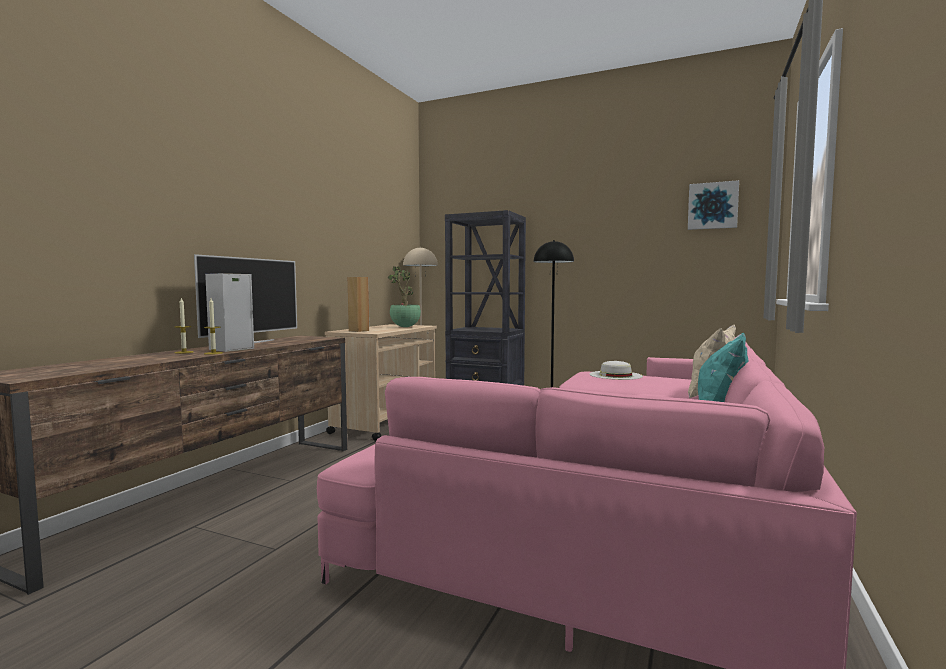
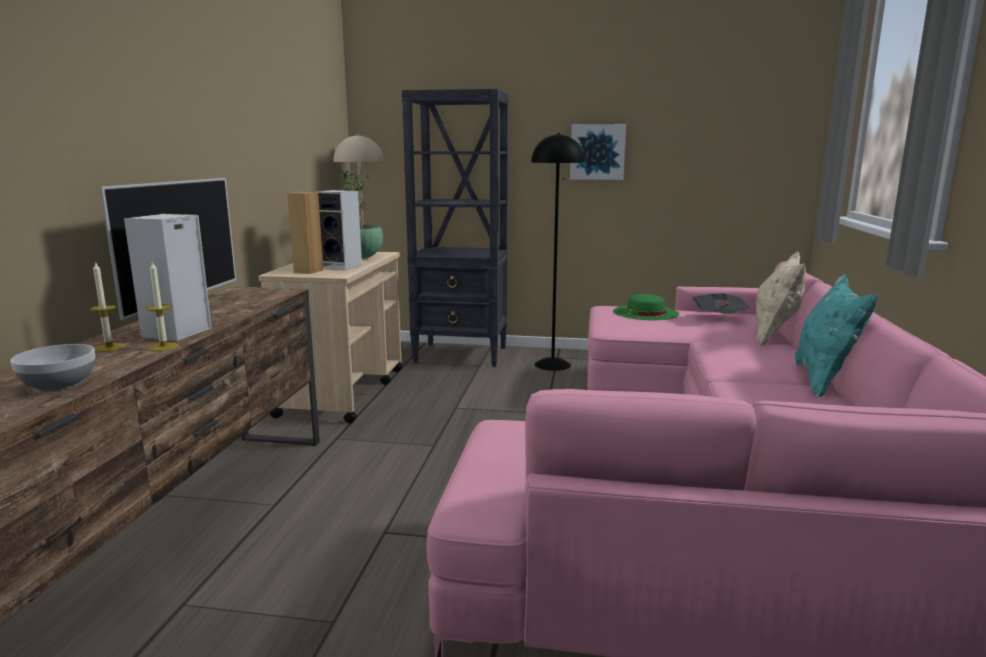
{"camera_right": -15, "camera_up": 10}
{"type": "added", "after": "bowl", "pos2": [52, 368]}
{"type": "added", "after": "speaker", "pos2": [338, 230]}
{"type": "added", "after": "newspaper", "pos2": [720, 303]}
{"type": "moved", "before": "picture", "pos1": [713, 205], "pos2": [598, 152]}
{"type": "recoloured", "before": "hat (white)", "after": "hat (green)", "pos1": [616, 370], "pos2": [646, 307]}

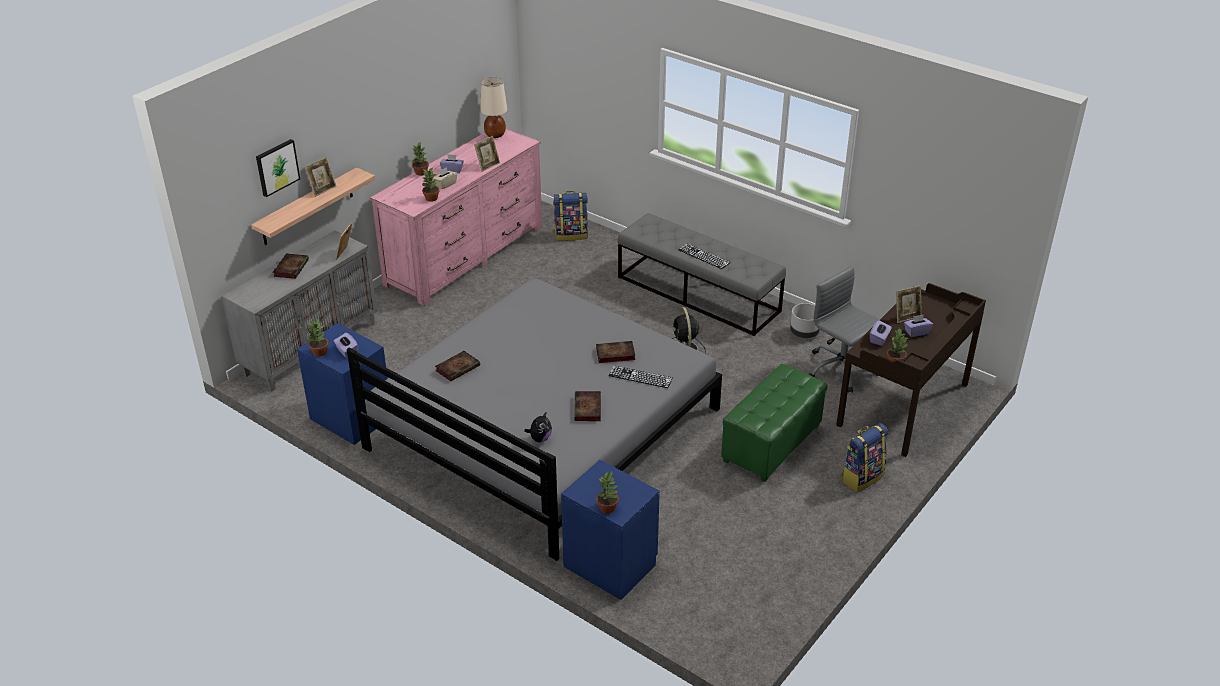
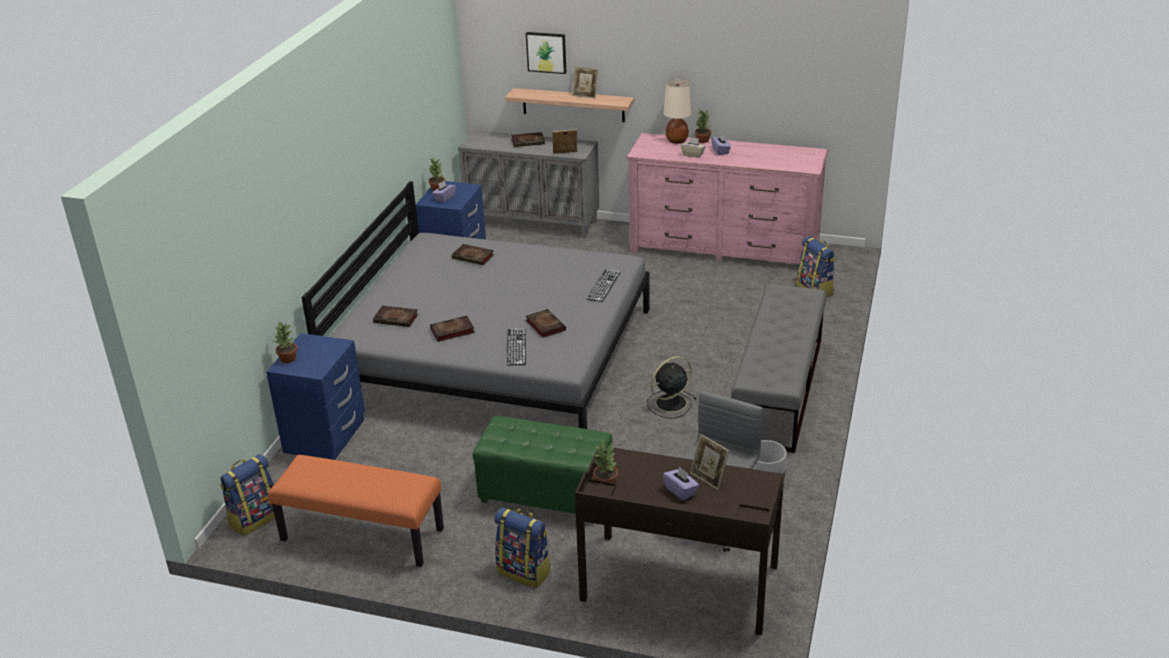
{"camera_right": 70, "camera_up": -5}
{"type": "removed", "before": "potted plant", "pos1": [430, 185]}
{"type": "removed", "before": "picture frame", "pos1": [487, 154]}
{"type": "removed", "before": "tissue box (purple)", "pos1": [881, 333]}
{"type": "added", "after": "backpack", "pos2": [247, 495]}
{"type": "added", "after": "bench (orange)", "pos2": [356, 511]}
{"type": "moved", "before": "table lamp (beige)", "pos1": [494, 107], "pos2": [677, 111]}
{"type": "moved", "before": "keyboard", "pos1": [704, 256], "pos2": [603, 286]}
{"type": "replaced", "before": "plush toy", "after": "book", "pos1": [538, 427], "pos2": [395, 316]}

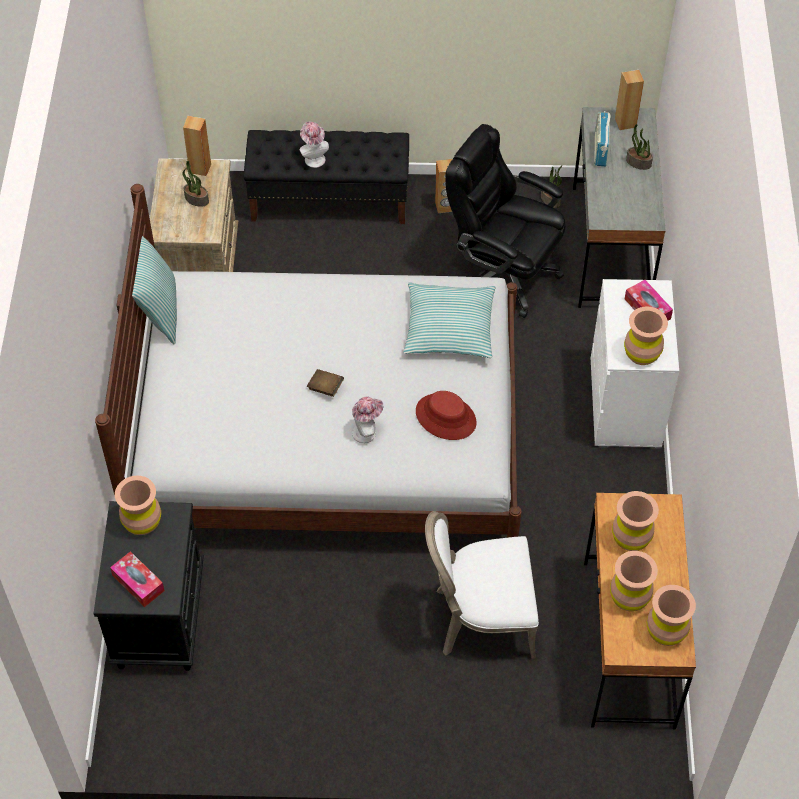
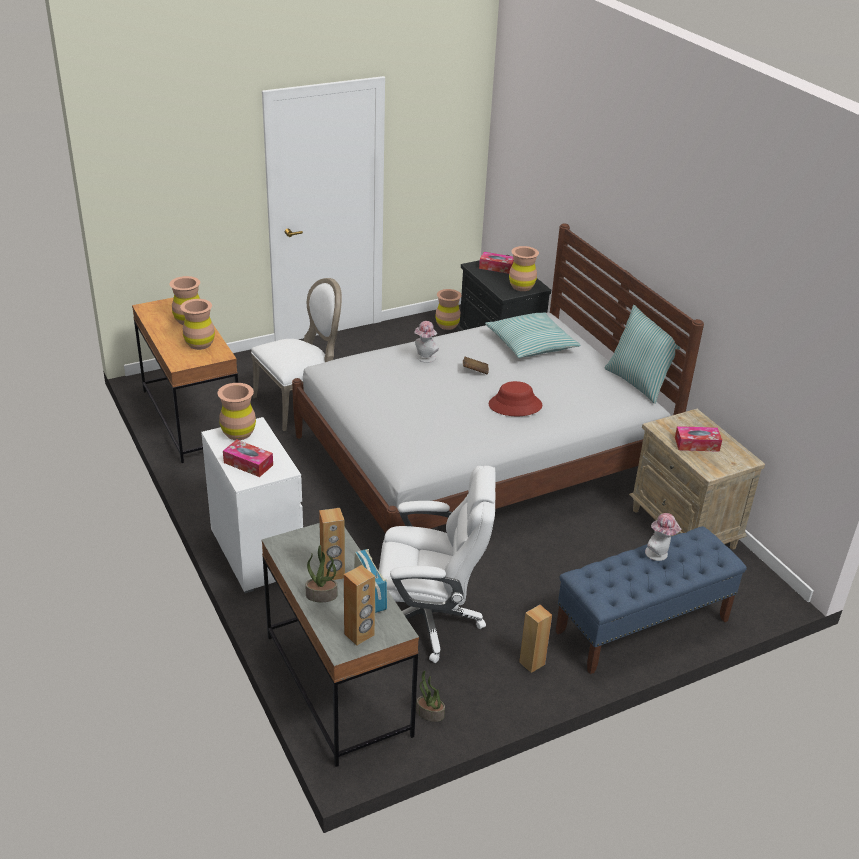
{"camera_right": 150, "camera_up": -20}
{"type": "moved", "before": "speaker (brown)", "pos1": [197, 146], "pos2": [332, 544]}
{"type": "moved", "before": "pillow", "pos1": [449, 320], "pos2": [533, 335]}
{"type": "moved", "before": "hat (red)", "pos1": [446, 415], "pos2": [515, 398]}
{"type": "moved", "before": "vase (brown)", "pos1": [671, 615], "pos2": [448, 309]}
{"type": "replaced", "before": "potted plant", "after": "tissue box", "pos1": [195, 184], "pos2": [698, 439]}
{"type": "recoloured", "before": "bench (black)", "after": "bench (blue)", "pos1": [326, 177], "pos2": [651, 600]}
{"type": "recoloured", "before": "office chair (black)", "after": "office chair (white)", "pos1": [505, 221], "pos2": [437, 564]}

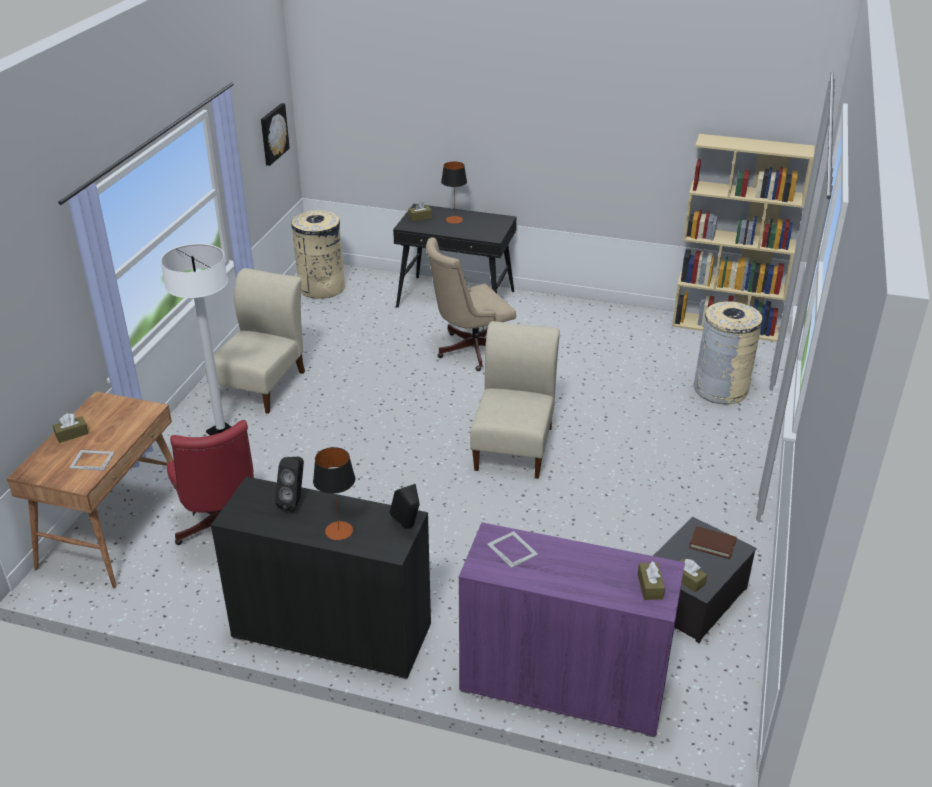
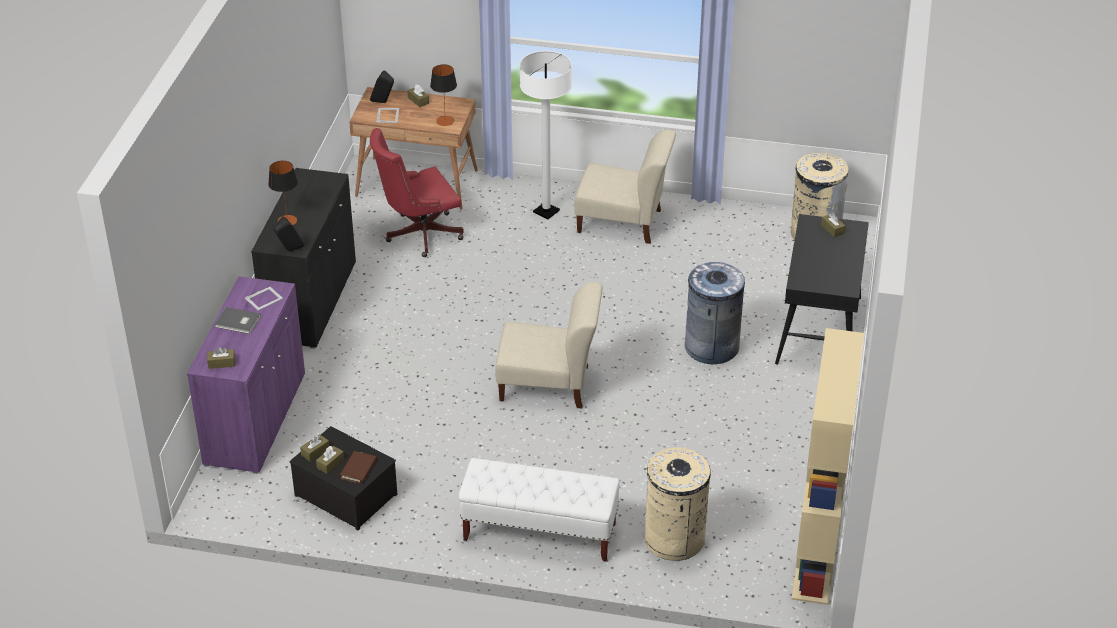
{"camera_right": 85, "camera_up": 5}
{"type": "removed", "before": "picture", "pos1": [275, 134]}
{"type": "added", "after": "book (grey)", "pos2": [238, 320]}
{"type": "added", "after": "tissue box (brown)", "pos2": [330, 460]}
{"type": "added", "after": "bench (white)", "pos2": [539, 510]}
{"type": "moved", "before": "speaker (black)", "pos1": [289, 484], "pos2": [382, 86]}
{"type": "moved", "before": "table lamp", "pos1": [454, 192], "pos2": [443, 95]}
{"type": "replaced", "before": "office chair (beige)", "after": "trash can (grey)", "pos1": [471, 304], "pos2": [714, 313]}

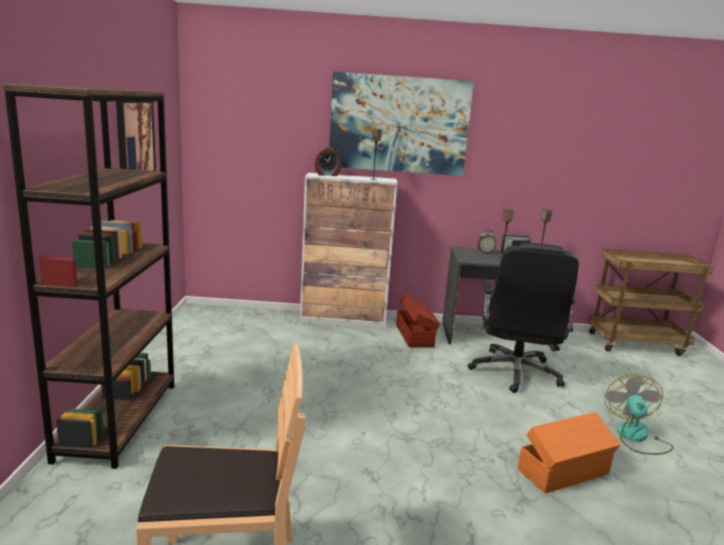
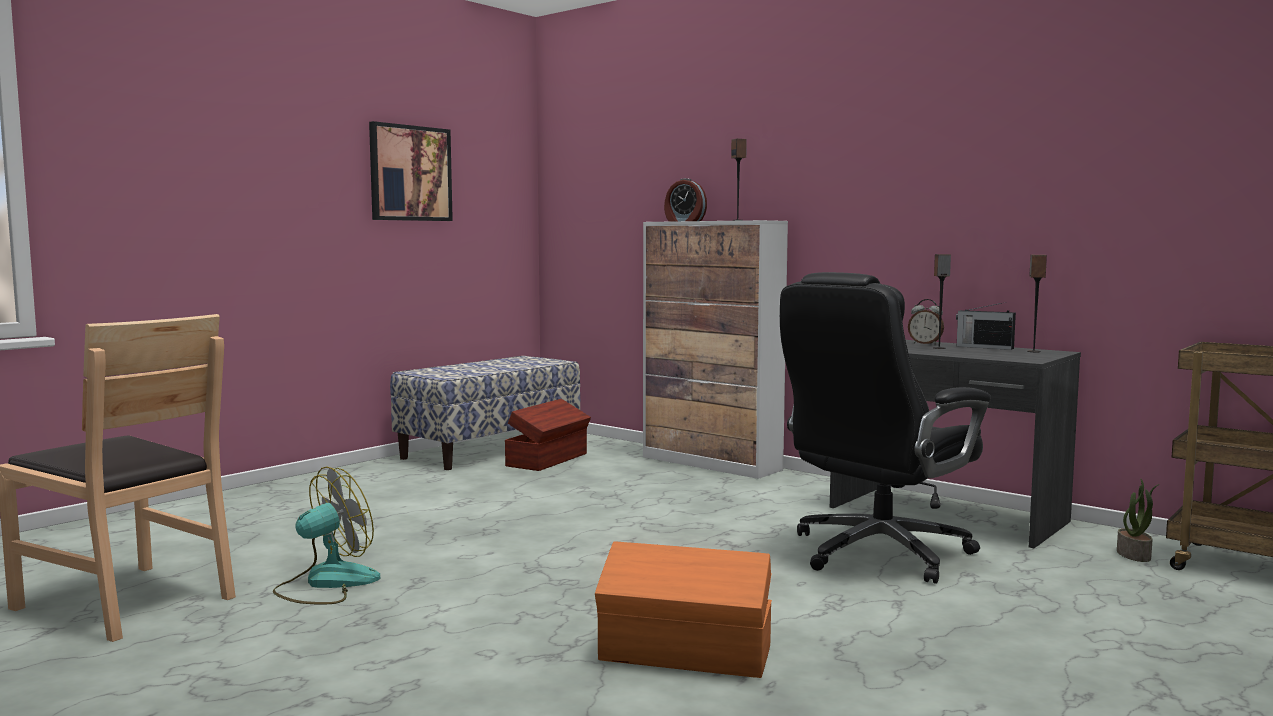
{"camera_right": 40, "camera_up": -10}
{"type": "removed", "before": "bookcase (brown)", "pos1": [88, 276]}
{"type": "removed", "before": "picture", "pos1": [401, 124]}
{"type": "added", "after": "bench", "pos2": [485, 413]}
{"type": "added", "after": "potted plant", "pos2": [1138, 520]}
{"type": "moved", "before": "storage box (brown)", "pos1": [418, 321], "pos2": [548, 435]}
{"type": "moved", "before": "fan", "pos1": [639, 414], "pos2": [326, 535]}

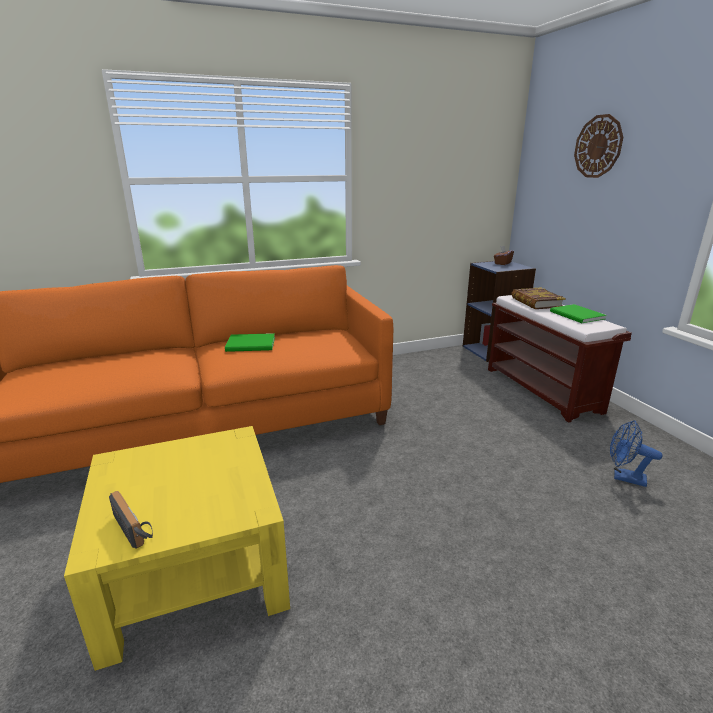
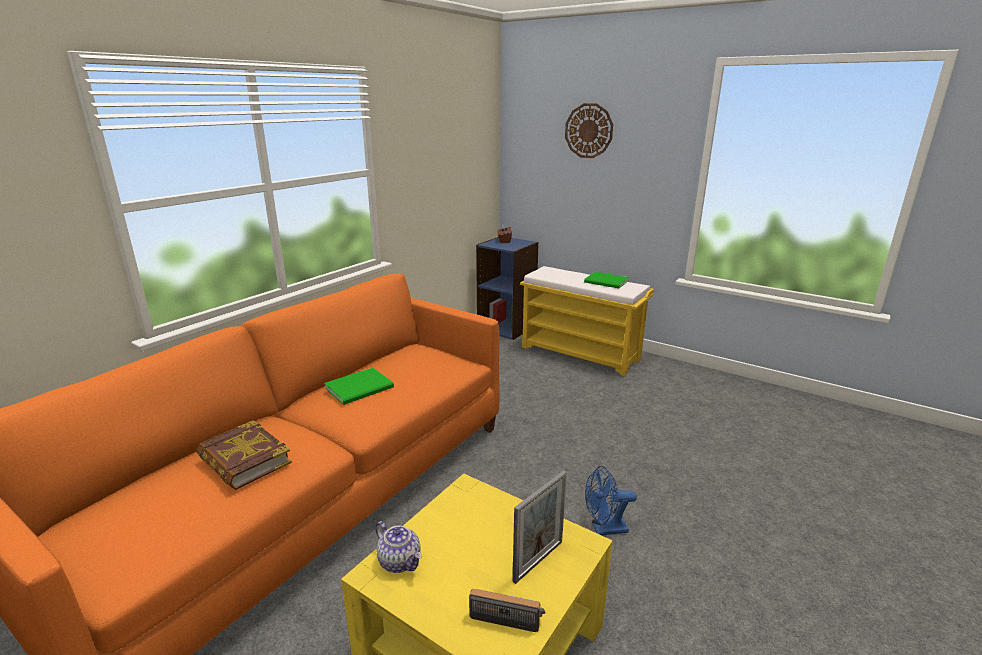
{"camera_right": -35, "camera_up": 0}
{"type": "added", "after": "teapot", "pos2": [398, 547]}
{"type": "added", "after": "picture frame", "pos2": [540, 527]}
{"type": "moved", "before": "book", "pos1": [538, 298], "pos2": [244, 455]}
{"type": "moved", "before": "fan (blue)", "pos1": [636, 453], "pos2": [611, 500]}
{"type": "recoloured", "before": "bench (brown)", "after": "bench (yellow)", "pos1": [560, 358], "pos2": [587, 321]}

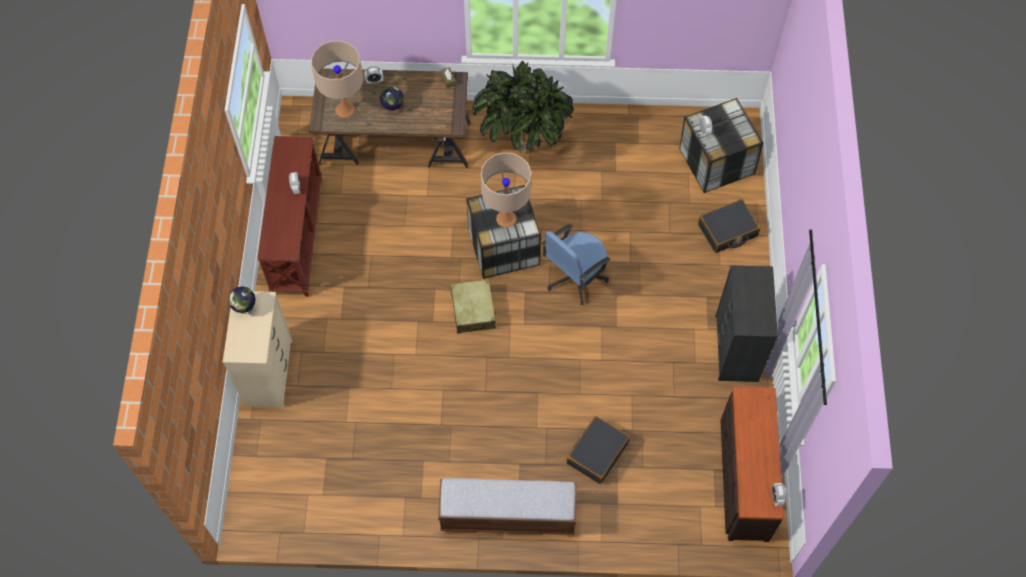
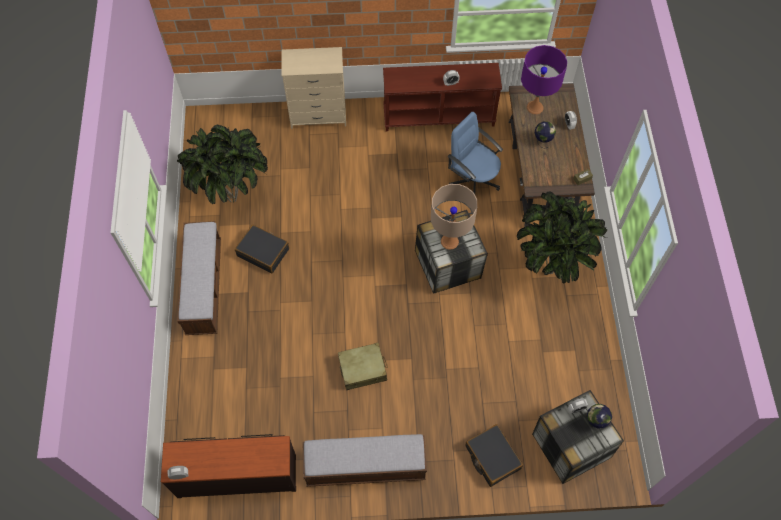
{"camera_right": 85, "camera_up": 0}
{"type": "added", "after": "potted plant", "pos2": [222, 164]}
{"type": "moved", "before": "globe", "pos1": [242, 300], "pos2": [599, 416]}
{"type": "moved", "before": "suitcase (beige)", "pos1": [473, 306], "pos2": [363, 366]}
{"type": "moved", "before": "office chair (blue)", "pos1": [576, 264], "pos2": [475, 153]}
{"type": "moved", "before": "suitcase (black)", "pos1": [598, 450], "pos2": [262, 249]}
{"type": "replaced", "before": "dresser (black)", "after": "bench", "pos1": [746, 323], "pos2": [365, 460]}
{"type": "recoloured", "before": "table lamp (beige)", "after": "table lamp (purple)", "pos1": [337, 79], "pos2": [544, 79]}

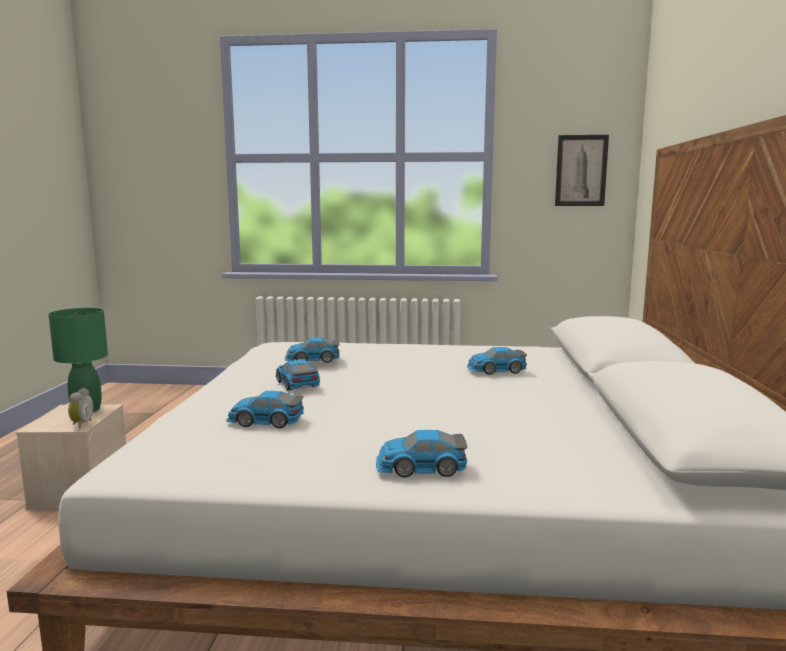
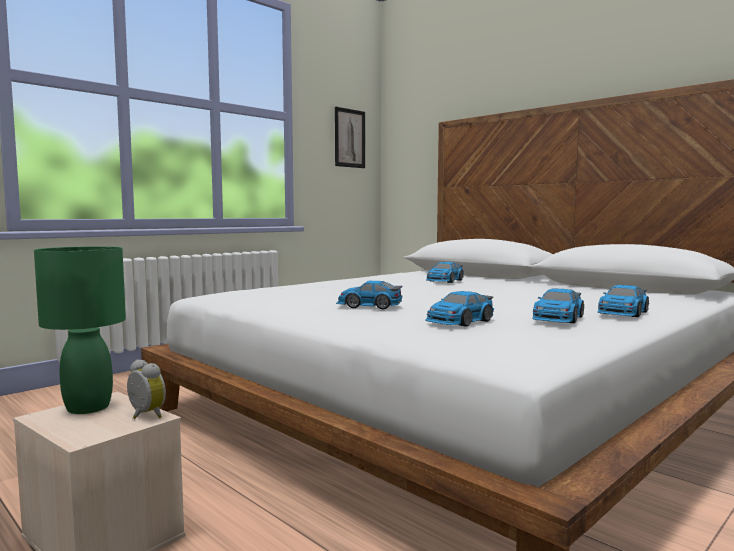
{"camera_right": -50, "camera_up": -5}
{"type": "moved", "before": "toy car", "pos1": [312, 350], "pos2": [558, 305]}

